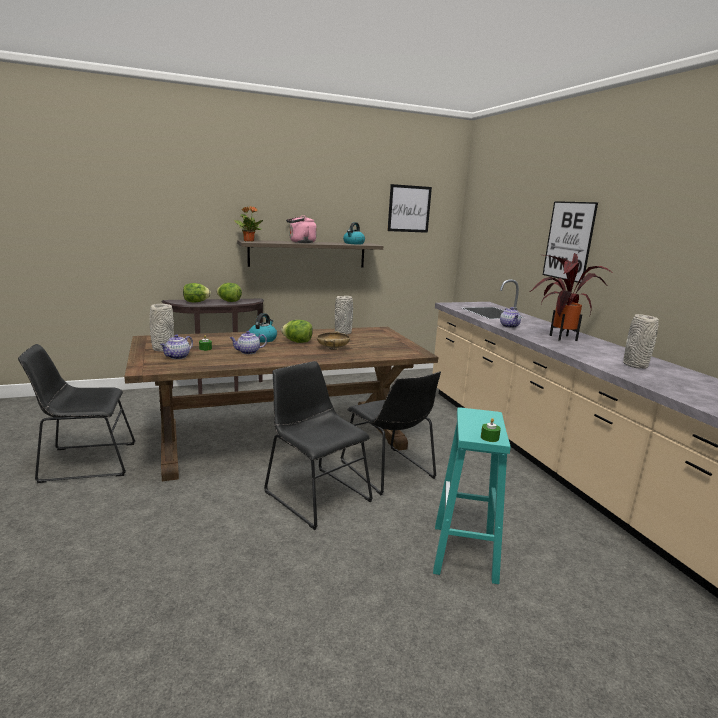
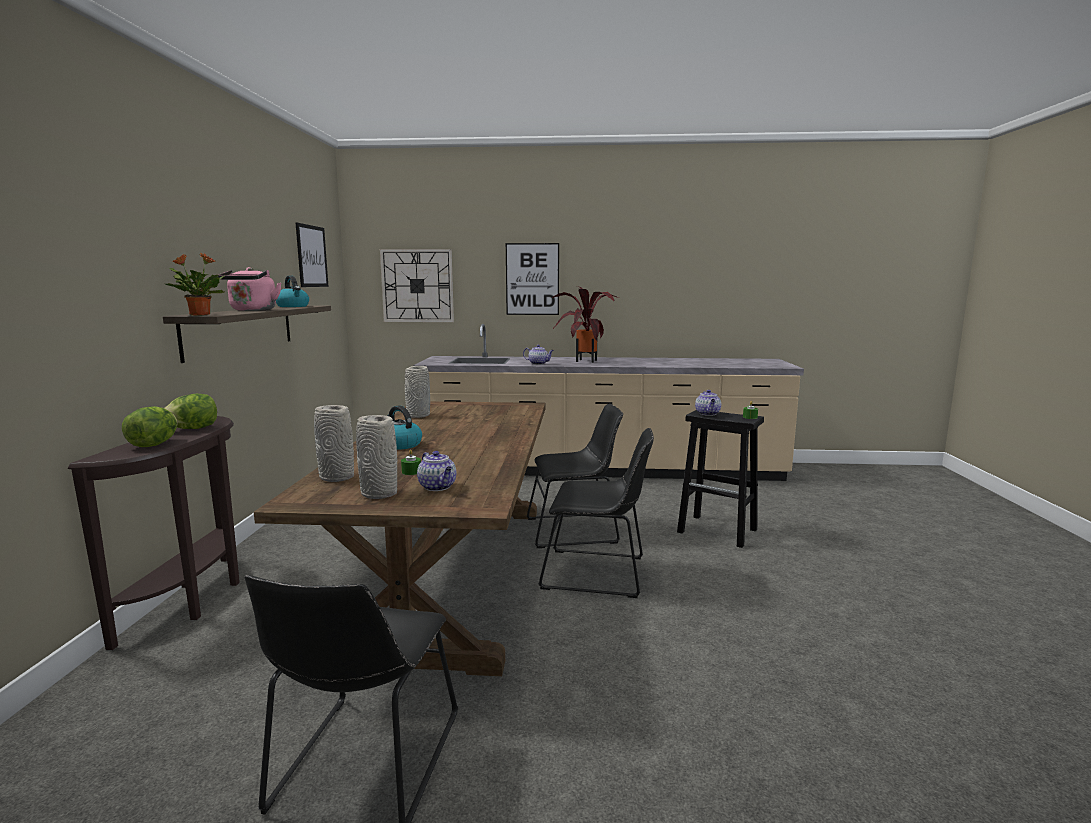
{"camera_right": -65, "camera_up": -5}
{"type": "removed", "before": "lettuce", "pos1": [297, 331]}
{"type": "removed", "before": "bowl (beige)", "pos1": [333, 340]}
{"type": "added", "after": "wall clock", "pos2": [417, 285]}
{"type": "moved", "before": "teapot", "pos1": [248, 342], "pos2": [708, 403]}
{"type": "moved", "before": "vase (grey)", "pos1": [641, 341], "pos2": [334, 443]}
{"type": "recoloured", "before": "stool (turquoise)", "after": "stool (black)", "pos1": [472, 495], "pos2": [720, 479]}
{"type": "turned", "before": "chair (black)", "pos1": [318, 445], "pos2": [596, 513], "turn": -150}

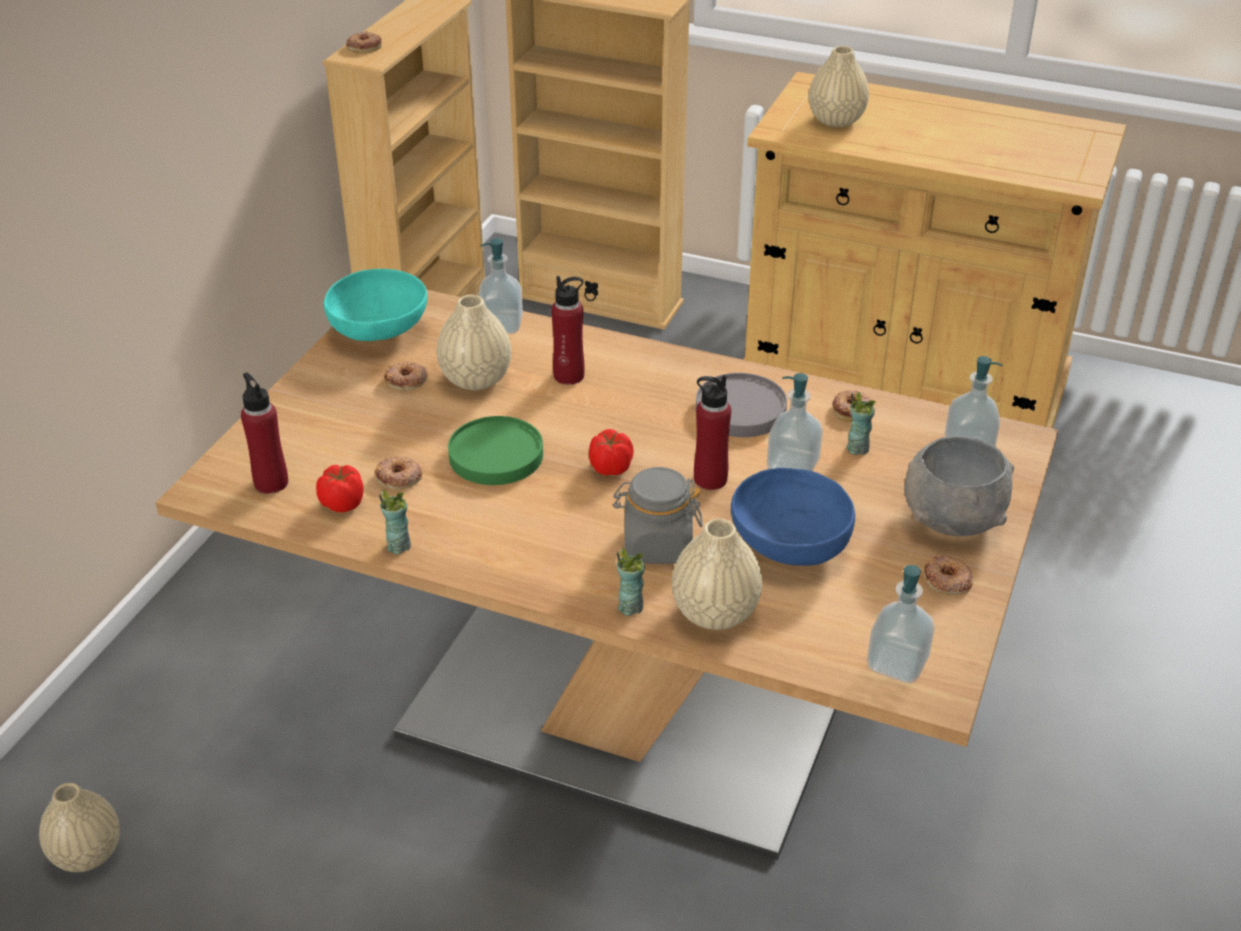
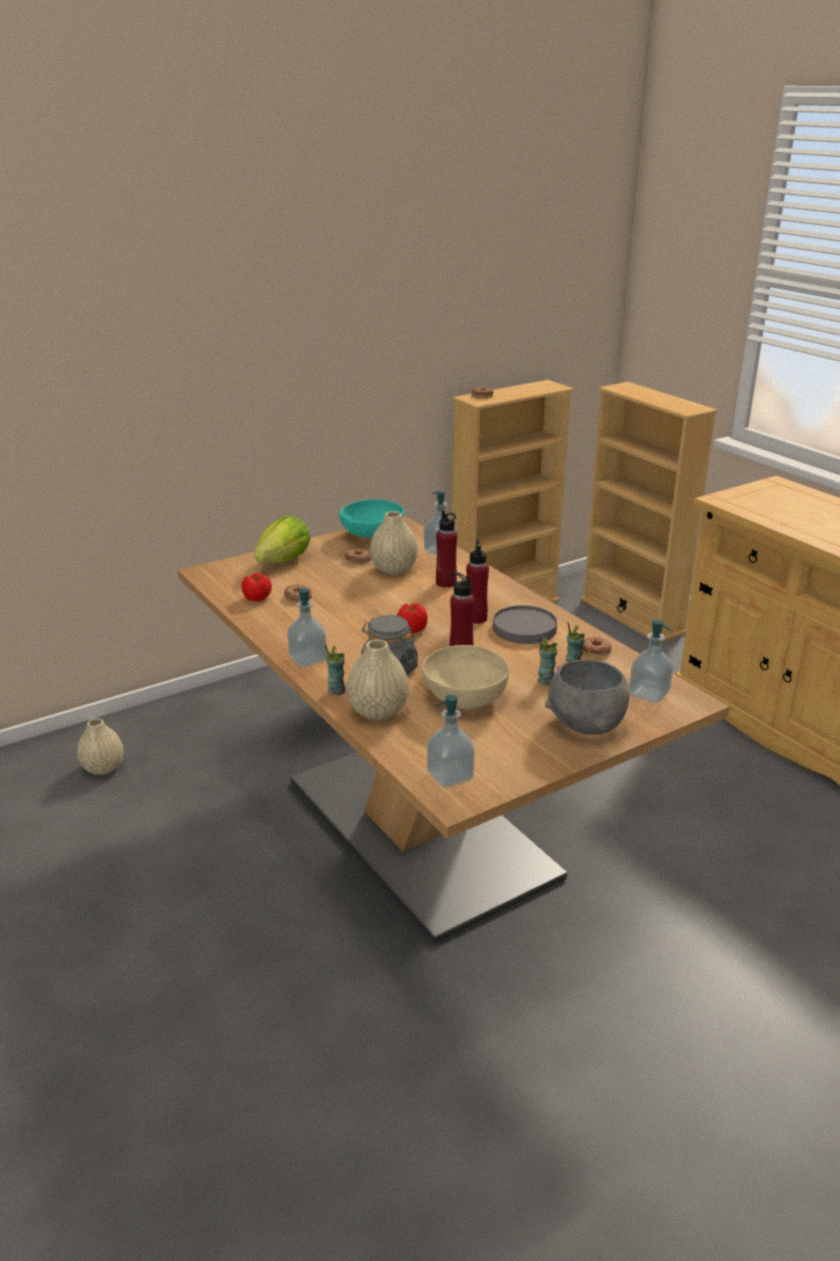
{"camera_right": 35, "camera_up": -10}
{"type": "removed", "before": "plate (green)", "pos1": [495, 450]}
{"type": "removed", "before": "vase (beige)", "pos1": [839, 86]}
{"type": "removed", "before": "donut", "pos1": [948, 575]}
{"type": "added", "after": "lettuce", "pos2": [282, 539]}
{"type": "moved", "before": "bottle (red)", "pos1": [264, 433], "pos2": [477, 582]}
{"type": "moved", "before": "cup", "pos1": [395, 522], "pos2": [548, 661]}
{"type": "moved", "before": "soap dispenser", "pos1": [795, 422], "pos2": [307, 627]}
{"type": "recoloured", "before": "bowl (blue)", "after": "bowl (beige)", "pos1": [793, 517], "pos2": [465, 677]}

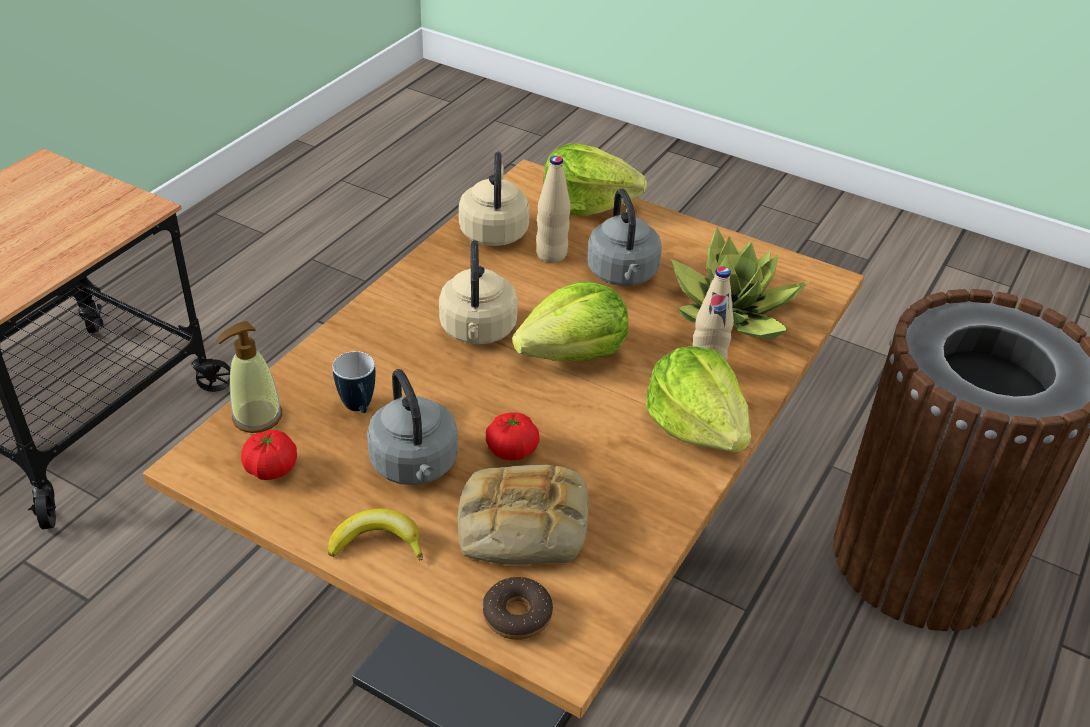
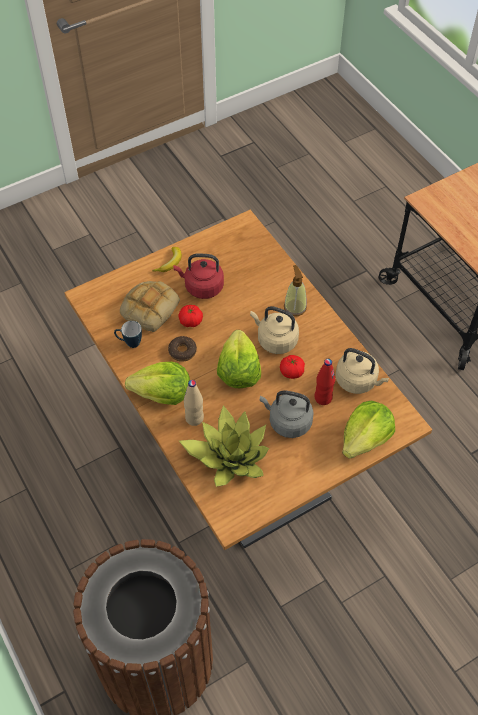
{"camera_right": 120, "camera_up": 15}
{"type": "moved", "before": "soap dispenser", "pos1": [249, 377], "pos2": [295, 290]}
{"type": "moved", "before": "tomato", "pos1": [269, 455], "pos2": [292, 367]}
{"type": "moved", "before": "mug", "pos1": [353, 382], "pos2": [128, 334]}
{"type": "moved", "before": "donut", "pos1": [518, 608], "pos2": [182, 349]}
{"type": "recoloured", "before": "kettle (grey)", "after": "kettle (red)", "pos1": [412, 427], "pos2": [198, 276]}
{"type": "recoloured", "before": "bottle (beige)", "after": "bottle (red)", "pos1": [553, 209], "pos2": [324, 382]}

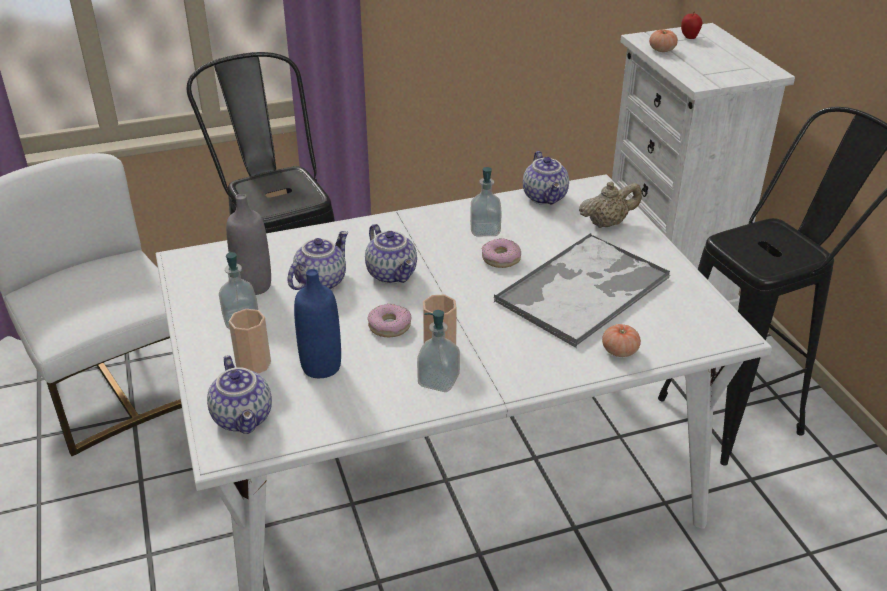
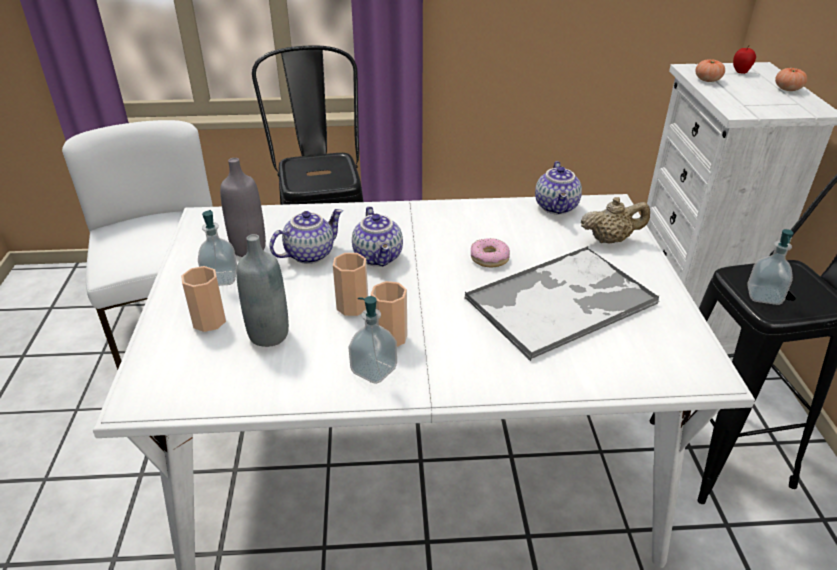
{"camera_right": 15, "camera_up": 0}
{"type": "removed", "before": "teapot", "pos1": [239, 394]}
{"type": "moved", "before": "soap dispenser", "pos1": [486, 201], "pos2": [770, 267]}
{"type": "moved", "before": "tomato", "pos1": [621, 340], "pos2": [791, 79]}
{"type": "replaced", "before": "donut", "after": "cup", "pos1": [389, 320], "pos2": [350, 284]}
{"type": "recoloured", "before": "bottle (blue)", "after": "bottle (grey)", "pos1": [317, 323], "pos2": [262, 290]}

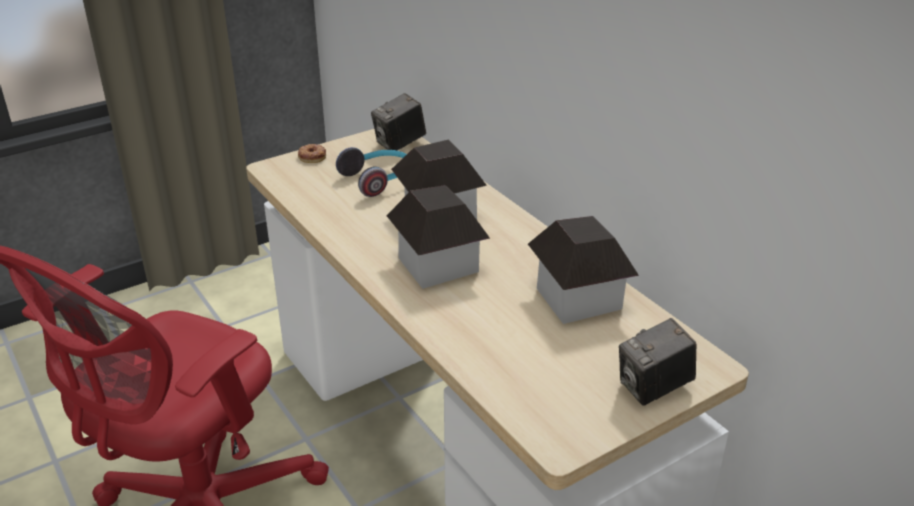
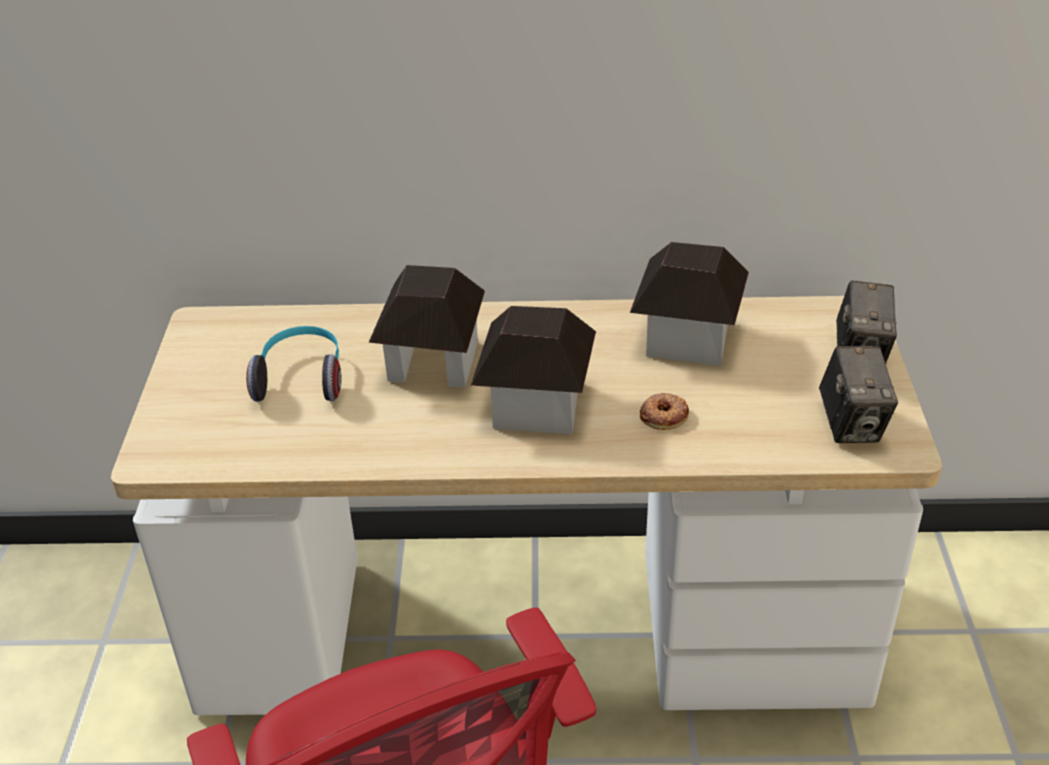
{"camera_right": -55, "camera_up": 5}
{"type": "moved", "before": "donut", "pos1": [312, 153], "pos2": [664, 411]}
{"type": "moved", "before": "photo camera", "pos1": [398, 121], "pos2": [858, 394]}

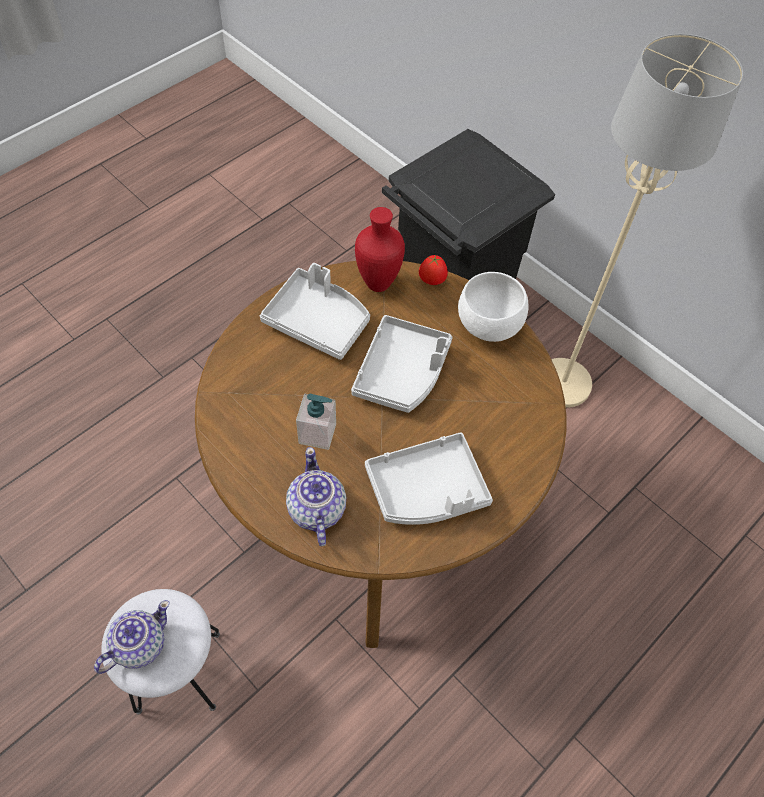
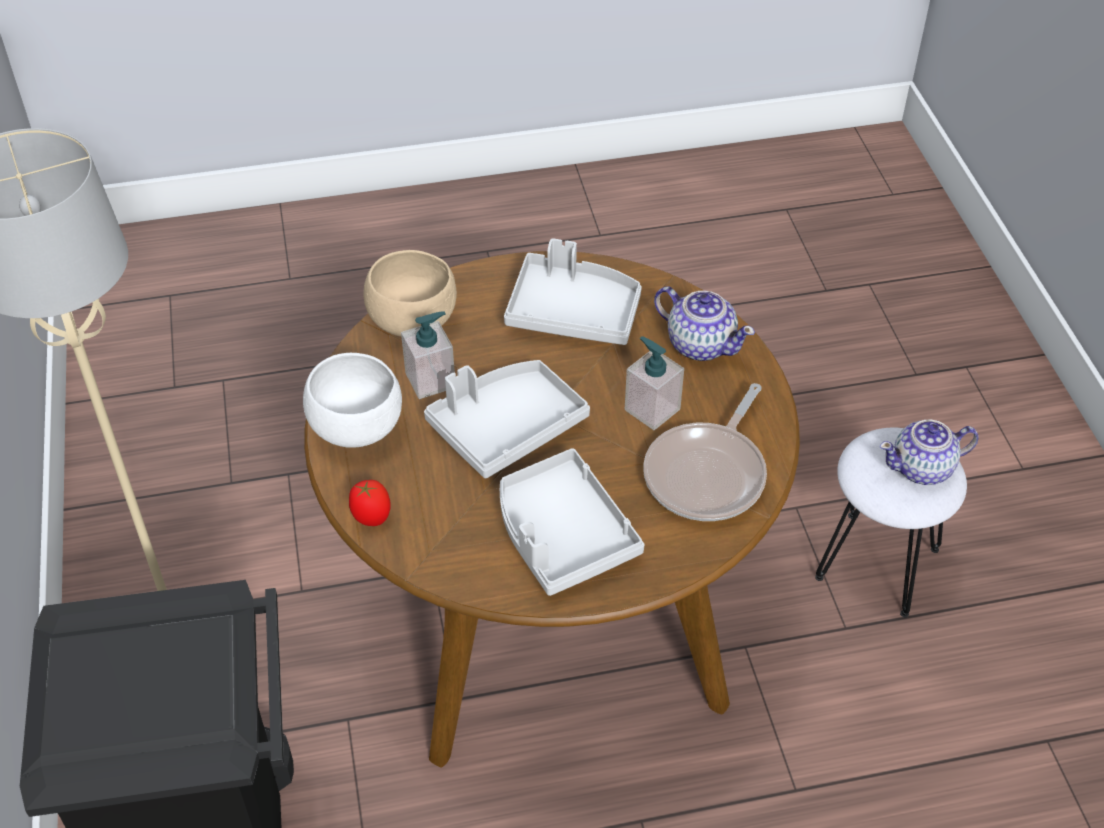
{"camera_right": -145, "camera_up": -10}
{"type": "removed", "before": "vase (red)", "pos1": [380, 249]}
{"type": "added", "after": "bowl (beige)", "pos2": [410, 293]}
{"type": "added", "after": "soap dispenser", "pos2": [428, 355]}
{"type": "added", "after": "frying pan", "pos2": [705, 452]}
{"type": "turned", "before": "teapot", "pos1": [316, 497], "pos2": [704, 323], "turn": -75}

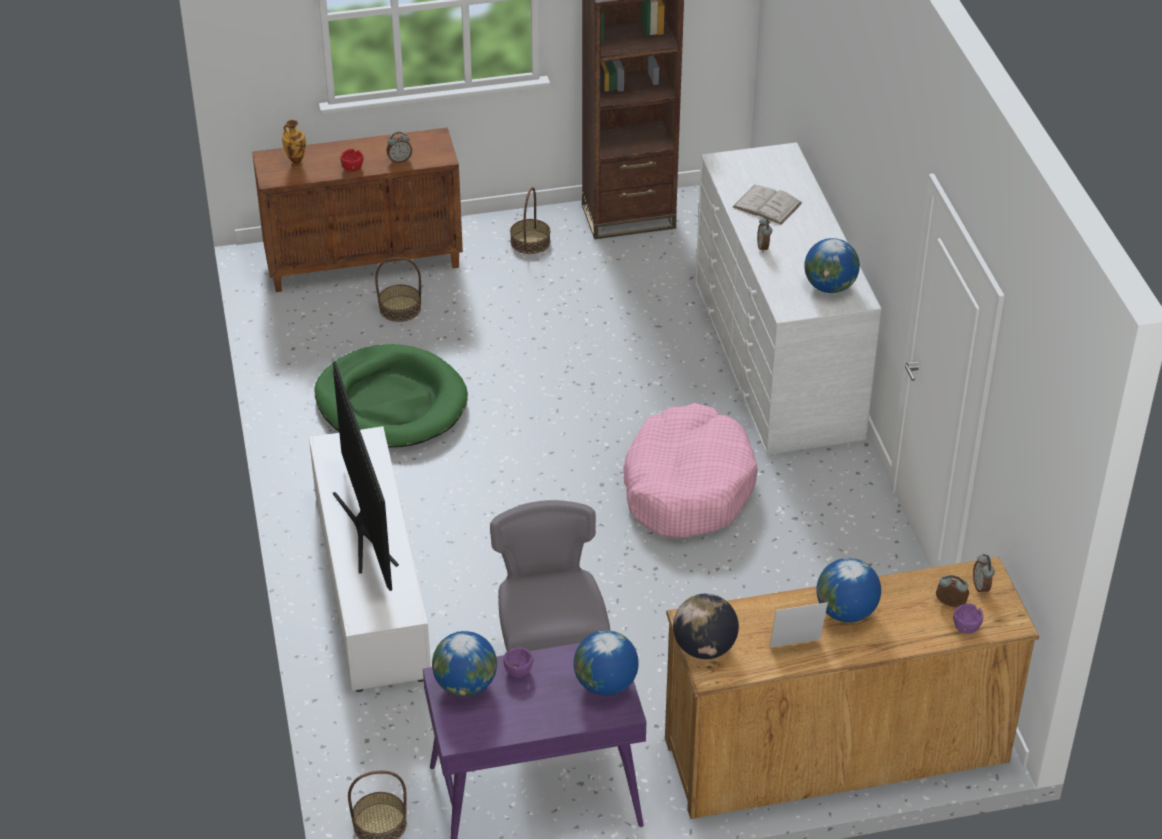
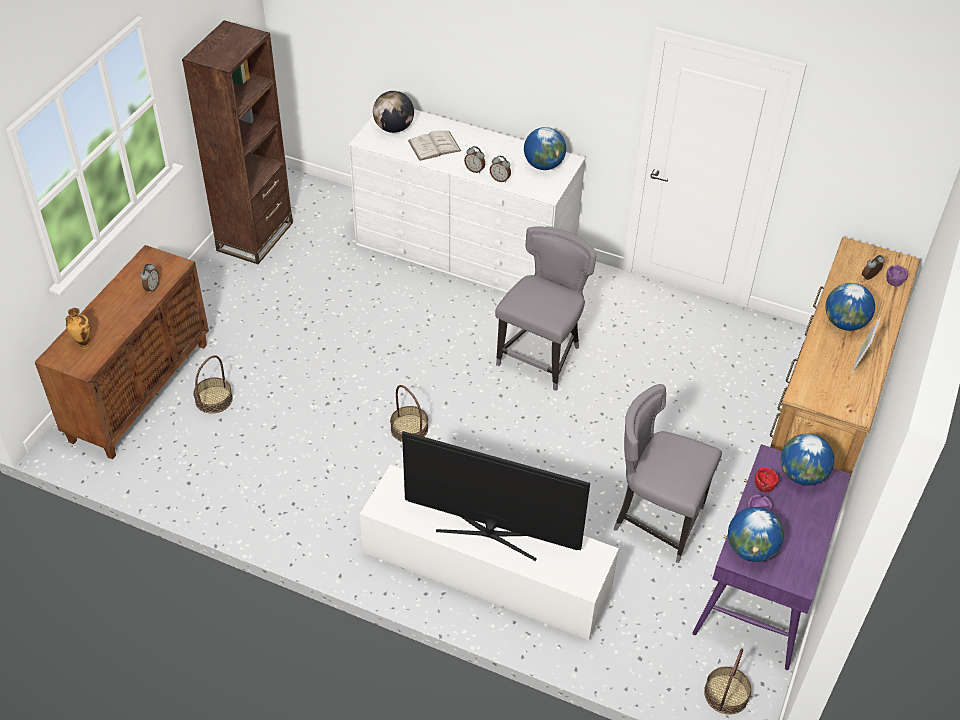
{"camera_right": -55, "camera_up": 5}
{"type": "removed", "before": "dog bed (green)", "pos1": [391, 395]}
{"type": "moved", "before": "bowl (red)", "pos1": [351, 160], "pos2": [767, 480]}
{"type": "moved", "before": "basket", "pos1": [530, 220], "pos2": [409, 413]}
{"type": "moved", "before": "globe", "pos1": [706, 626], "pos2": [393, 112]}
{"type": "moved", "before": "alarm clock", "pos1": [984, 574], "pos2": [500, 169]}
{"type": "replaced", "before": "dog bed (pink)", "after": "chair (grey)", "pos1": [690, 470], "pos2": [545, 308]}

